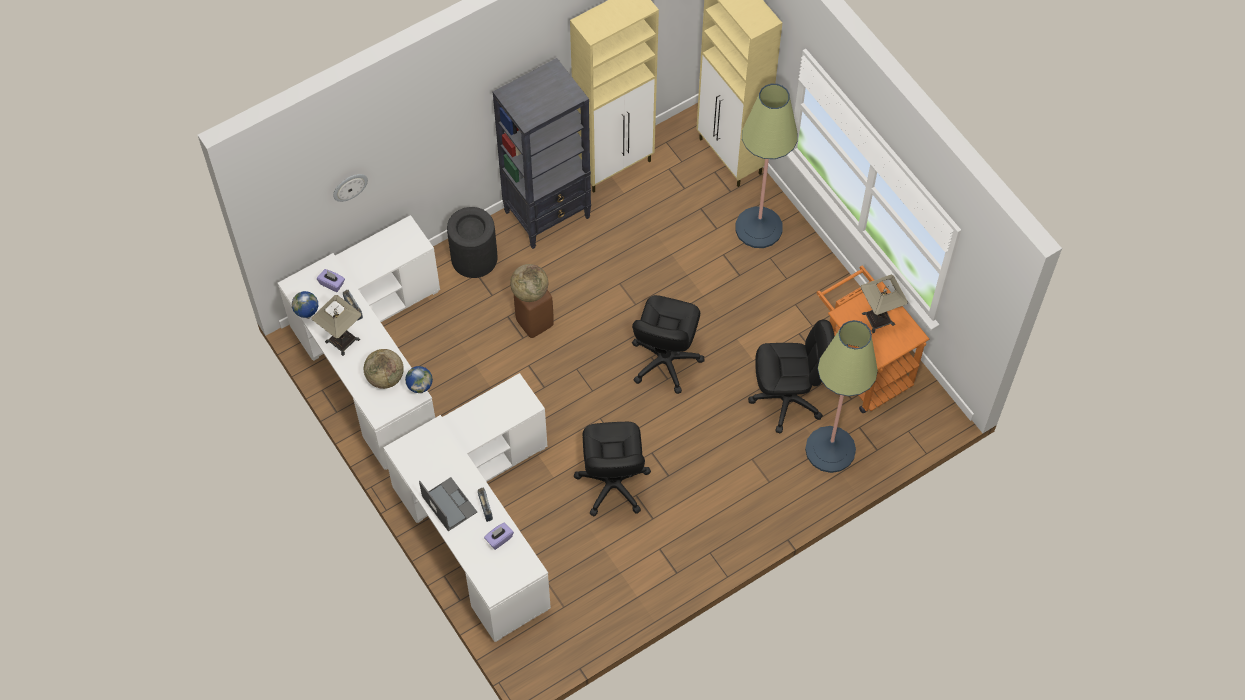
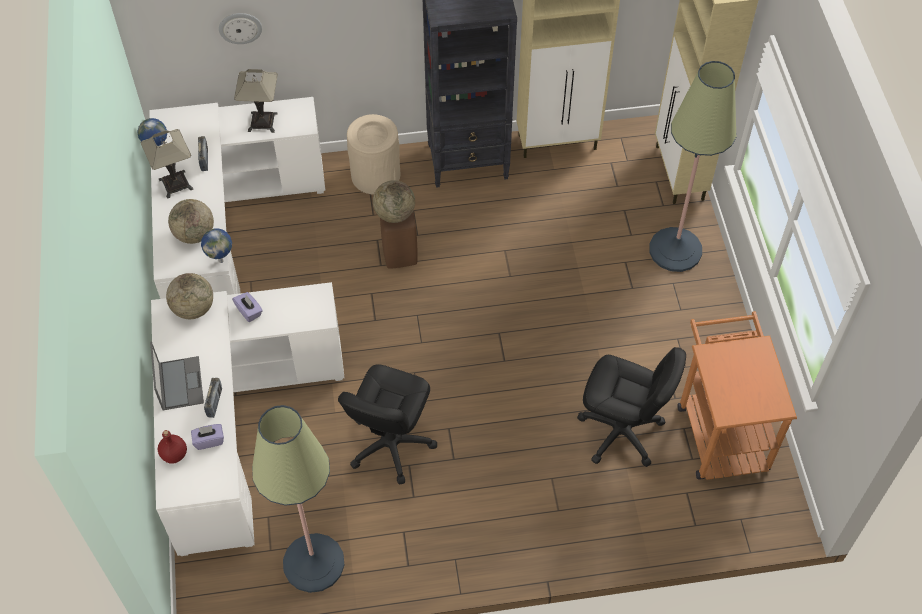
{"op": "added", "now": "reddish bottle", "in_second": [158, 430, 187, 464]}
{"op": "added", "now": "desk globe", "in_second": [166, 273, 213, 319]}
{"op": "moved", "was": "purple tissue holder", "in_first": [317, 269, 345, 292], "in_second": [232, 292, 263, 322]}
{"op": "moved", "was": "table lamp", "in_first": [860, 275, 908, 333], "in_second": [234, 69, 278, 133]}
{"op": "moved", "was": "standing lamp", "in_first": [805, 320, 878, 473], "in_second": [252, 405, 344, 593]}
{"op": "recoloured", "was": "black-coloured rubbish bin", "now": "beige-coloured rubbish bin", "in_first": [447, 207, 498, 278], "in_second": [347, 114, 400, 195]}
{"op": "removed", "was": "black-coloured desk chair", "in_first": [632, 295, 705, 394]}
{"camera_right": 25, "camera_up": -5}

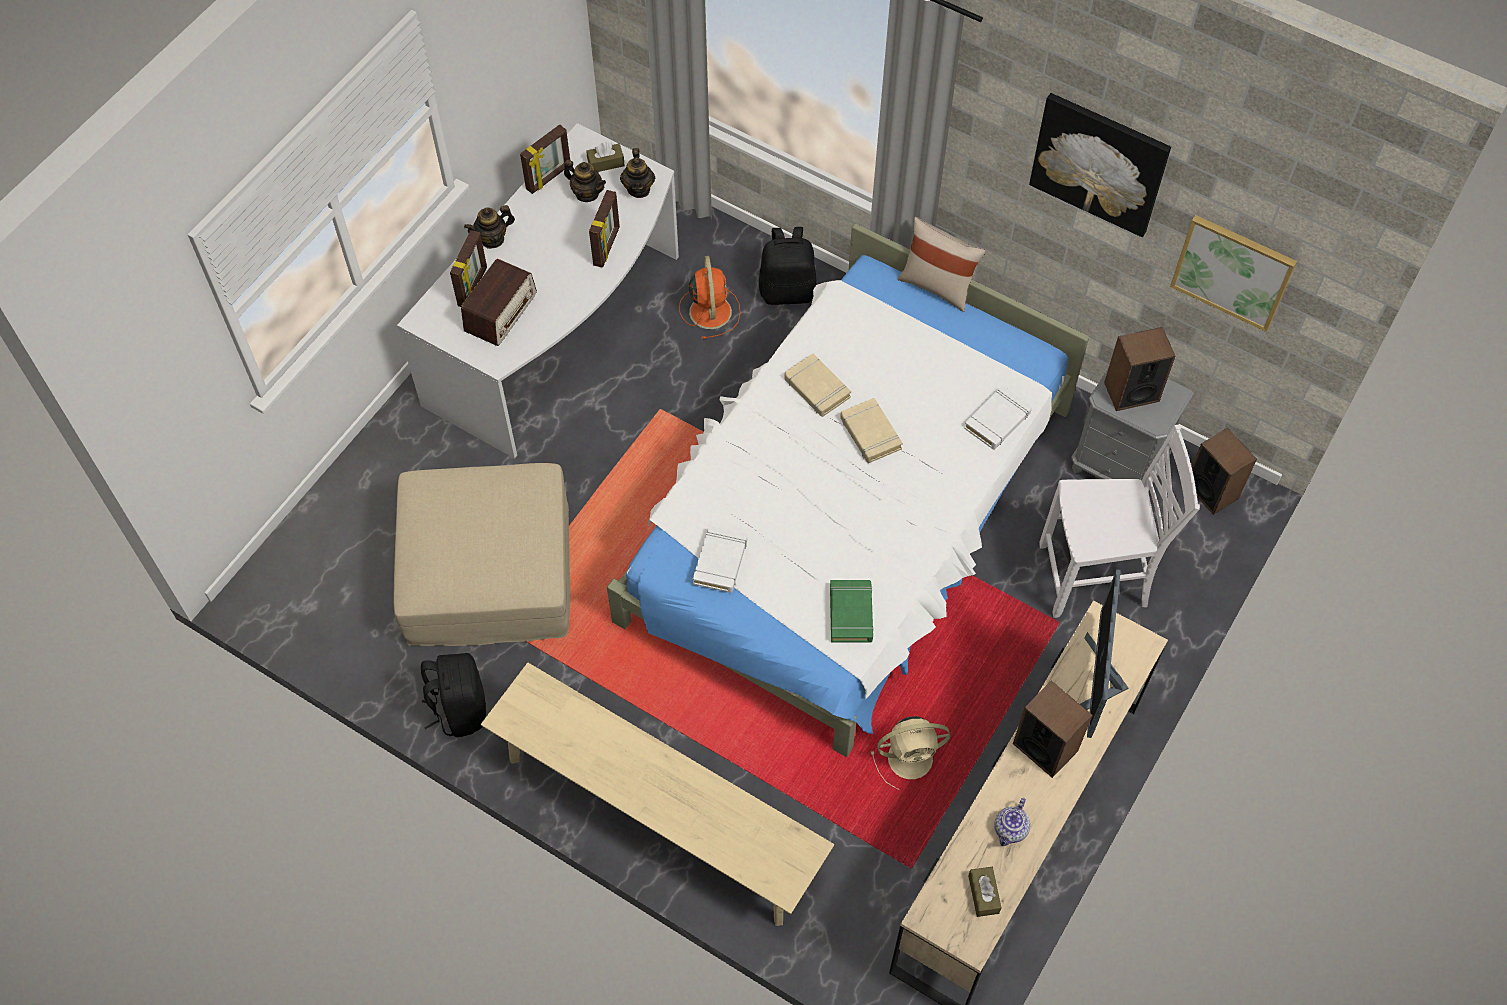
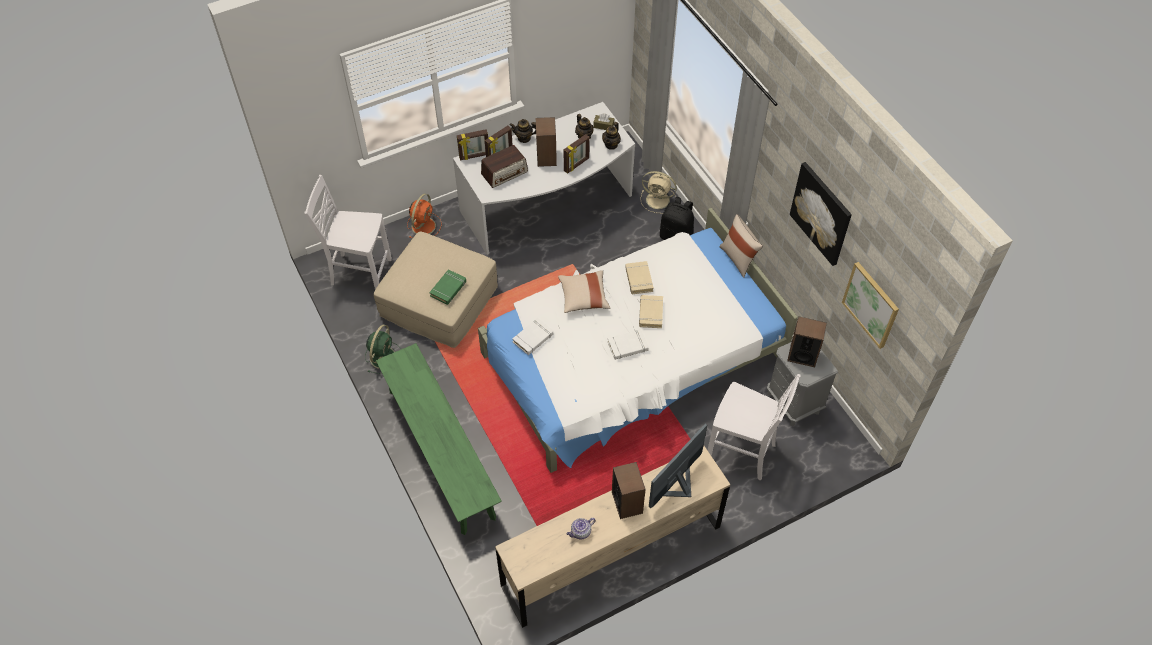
{"op": "added", "now": "whitish upright chair", "in_second": [304, 175, 392, 290]}
{"op": "replaced", "was": "black-coloured backpack", "now": "green electric fan", "in_first": [421, 653, 486, 737], "in_second": [365, 325, 401, 374]}
{"op": "recoloured", "was": "beige-coloured indoor bench", "now": "green indoor bench", "in_first": [481, 663, 834, 926], "in_second": [376, 343, 502, 535]}
{"op": "moved", "was": "orangey electric fan", "in_first": [679, 256, 741, 339], "in_second": [407, 194, 442, 238]}
{"op": "moved", "was": "green book", "in_first": [830, 580, 874, 643], "in_second": [429, 269, 466, 305]}
{"op": "moved", "was": "standing frame", "in_first": [520, 124, 570, 194], "in_second": [457, 129, 488, 160]}
{"op": "moved", "was": "loudspeaker", "in_first": [1192, 428, 1257, 515], "in_second": [536, 117, 557, 167]}
{"op": "added", "now": "beige-coloured throw pillow", "in_second": [558, 270, 610, 313]}
{"op": "moved", "was": "whitish book", "in_first": [964, 385, 1032, 450], "in_second": [607, 329, 649, 360]}
{"op": "moved", "was": "beige-coloured electric fan", "in_first": [871, 716, 950, 789], "in_second": [640, 171, 677, 214]}
{"op": "removed", "was": "brown-coloured tissue holder", "in_first": [968, 867, 1001, 917]}
{"camera_right": 30, "camera_up": -5}

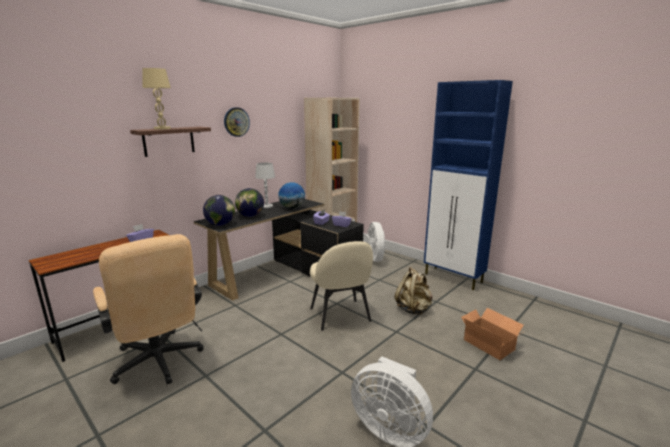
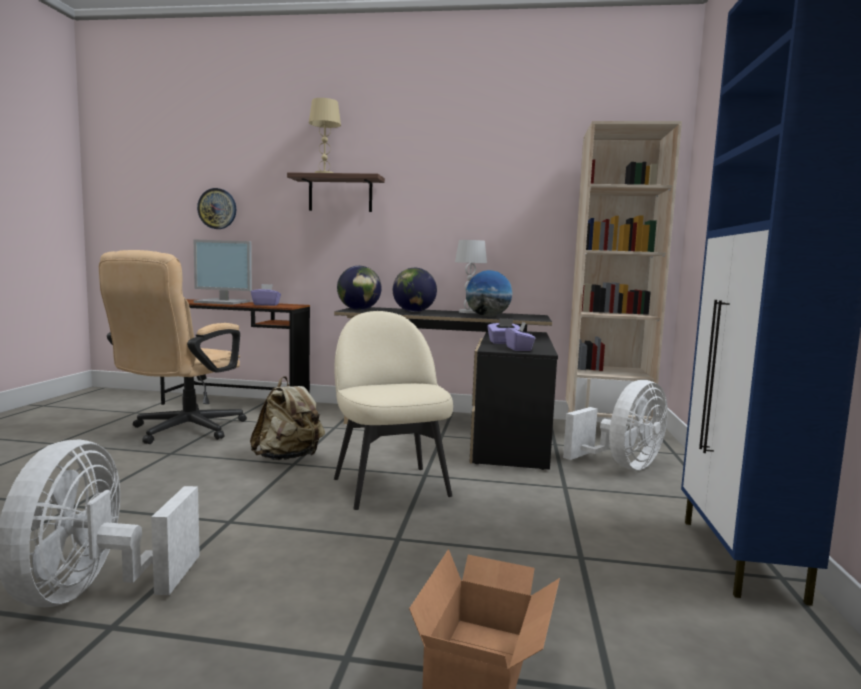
{"op": "added", "now": "monitor", "in_second": [193, 239, 252, 305]}
{"op": "moved", "was": "clock on the wall", "in_first": [224, 107, 250, 137], "in_second": [197, 188, 236, 229]}
{"op": "moved", "was": "beige-coloured backpack", "in_first": [395, 267, 433, 315], "in_second": [250, 376, 325, 460]}
{"op": "turned", "was": "beige-coloured upright chair", "in_first": [310, 241, 373, 331], "in_second": [334, 311, 453, 510], "clockwise": 120}
{"camera_right": 55, "camera_up": -10}

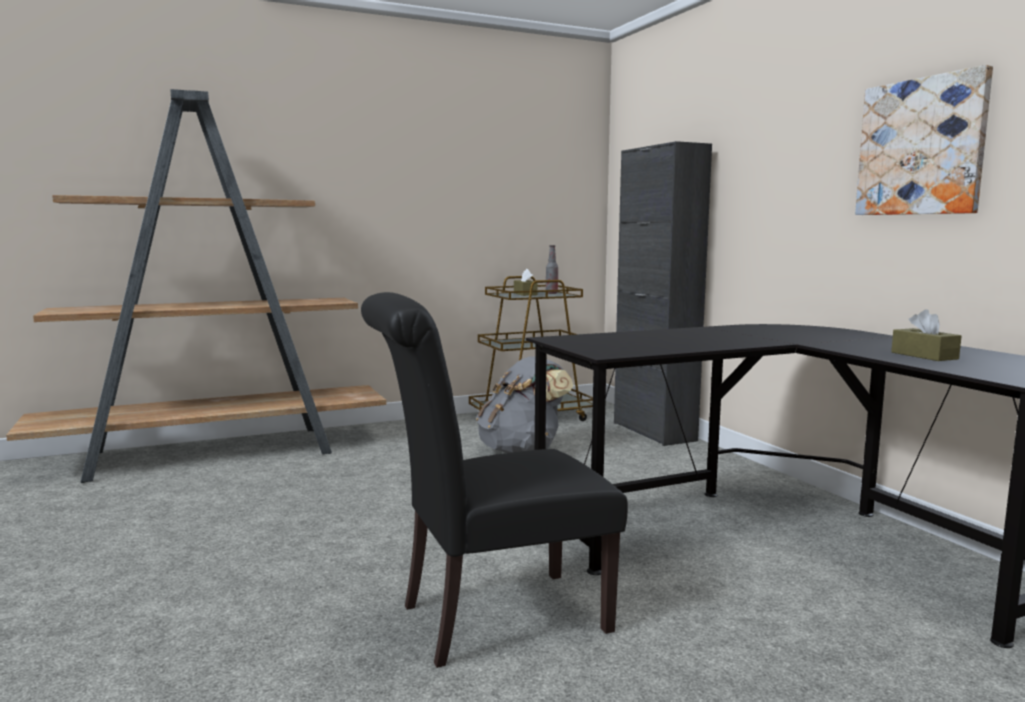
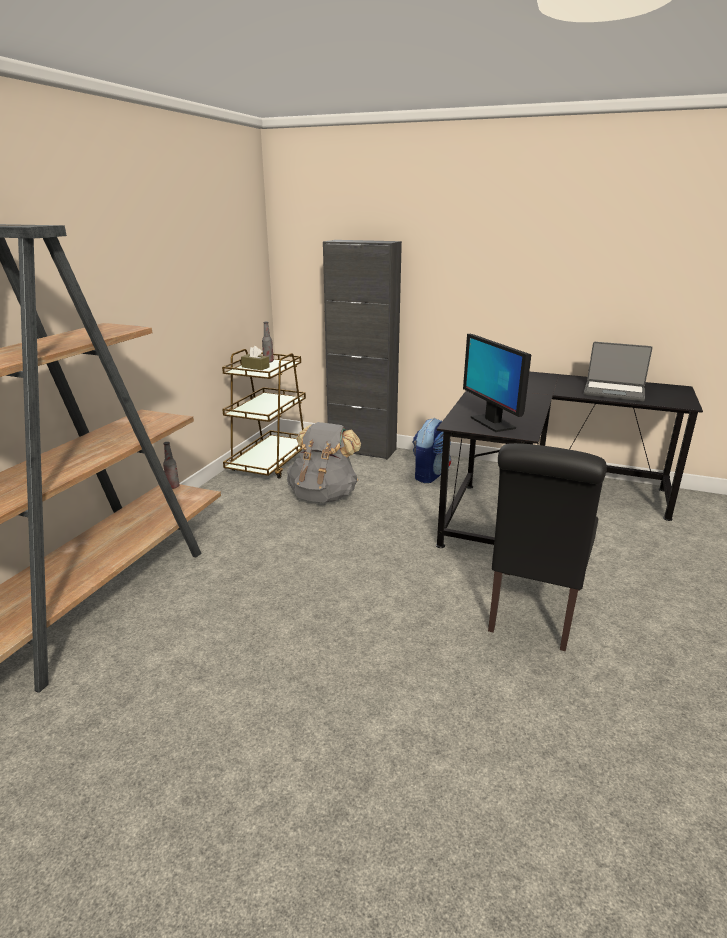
{"op": "added", "now": "bottle", "in_second": [163, 442, 179, 489]}
{"op": "added", "now": "backpack", "in_second": [413, 418, 451, 483]}
{"op": "added", "now": "monitor", "in_second": [463, 334, 531, 432]}
{"op": "replaced", "was": "brown-coloured tissue holder", "now": "portable computer", "in_first": [891, 309, 962, 361], "in_second": [584, 342, 653, 401]}
{"op": "removed", "was": "picture", "in_first": [855, 65, 993, 215]}
{"camera_right": -45, "camera_up": 15}

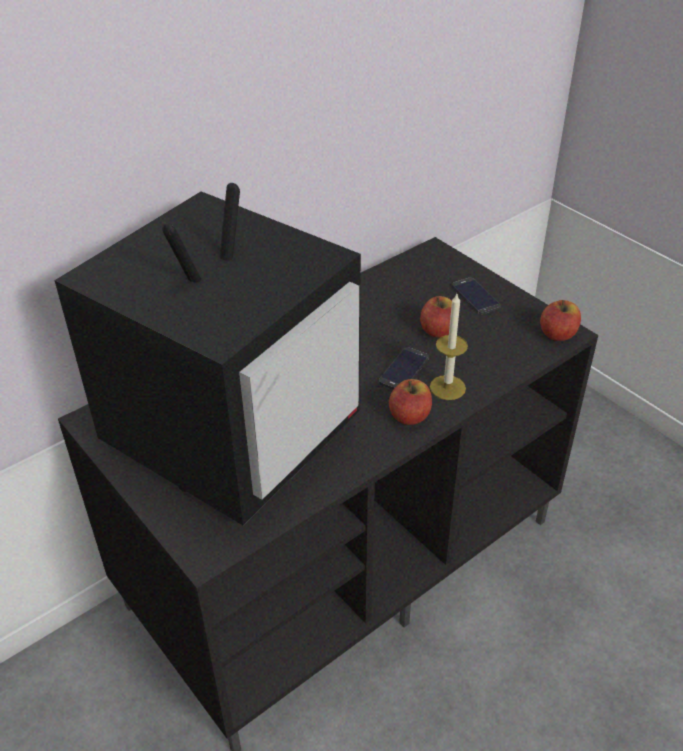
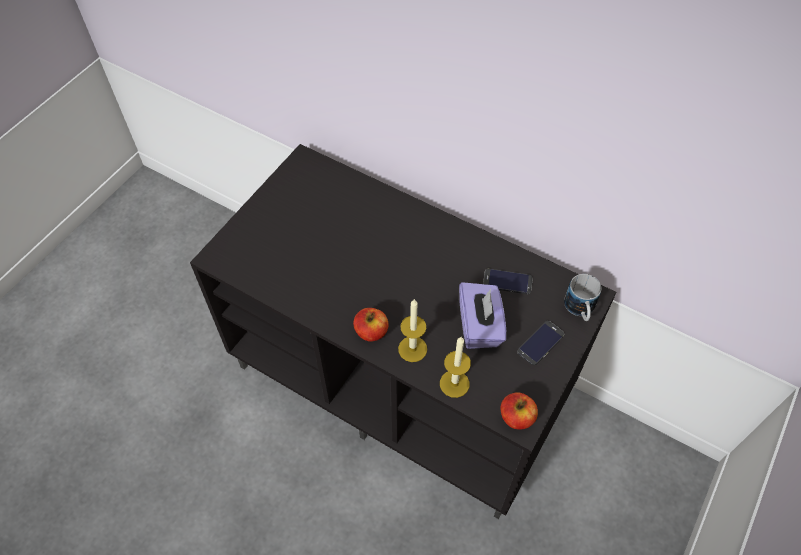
{"op": "added", "now": "candle", "in_second": [440, 337, 471, 398]}
{"op": "replaced", "was": "apple fruit", "now": "purple tissue holder", "in_first": [420, 296, 452, 338], "in_second": [459, 282, 506, 349]}
{"op": "moved", "was": "phone", "in_first": [379, 347, 429, 389], "in_second": [483, 269, 533, 294]}
{"op": "added", "now": "coffee mug", "in_second": [564, 274, 601, 321]}
{"op": "removed", "was": "TV set", "in_first": [54, 183, 361, 525]}
{"camera_right": 70, "camera_up": 15}

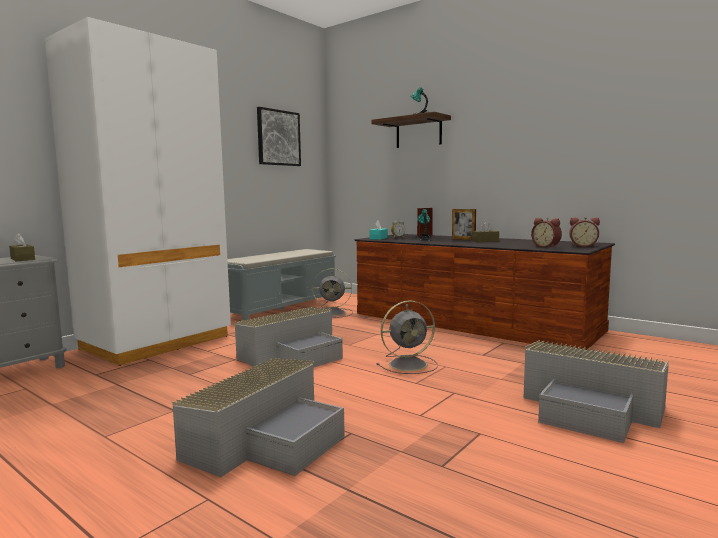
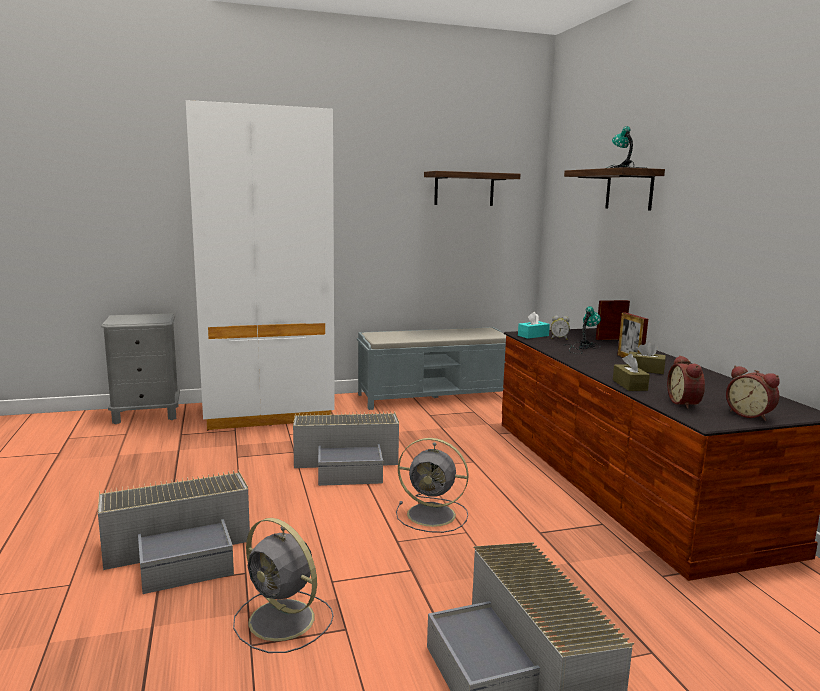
{"op": "moved", "was": "gray electric fan", "in_first": [312, 269, 353, 318], "in_second": [233, 518, 333, 653]}
{"op": "replaced", "was": "picture", "now": "shelf", "in_first": [257, 107, 301, 166], "in_second": [424, 171, 520, 206]}
{"op": "moved", "was": "brown-coloured tissue holder", "in_first": [9, 233, 35, 261], "in_second": [613, 354, 650, 391]}
{"camera_right": 35, "camera_up": 5}

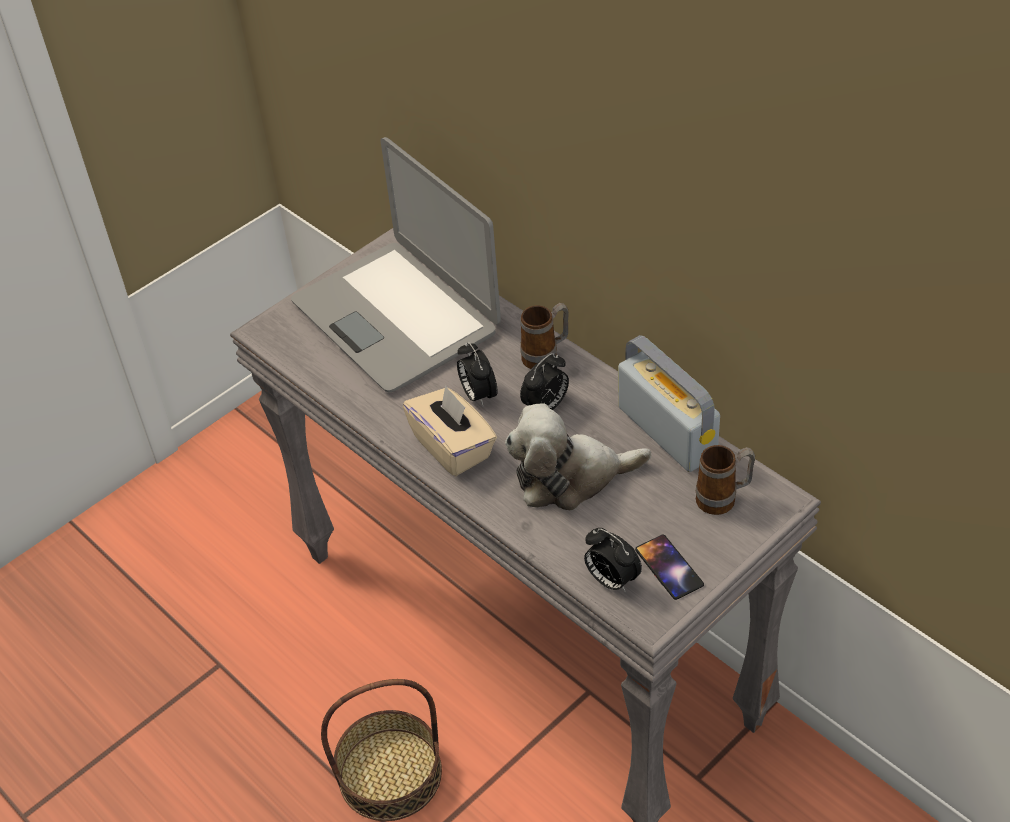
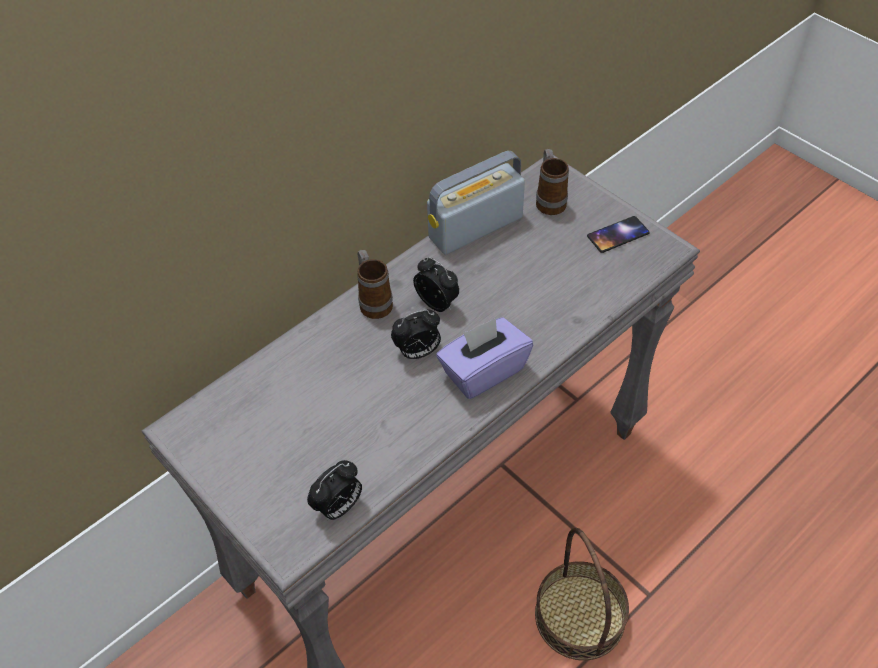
{"op": "moved", "was": "alarm clock", "in_first": [584, 528, 642, 593], "in_second": [307, 460, 362, 521]}
{"op": "recoloured", "was": "beige-coloured tissue holder", "now": "purple tissue holder", "in_first": [403, 385, 497, 477], "in_second": [436, 317, 533, 399]}
{"op": "removed", "was": "portable computer", "in_first": [291, 137, 501, 392]}
{"op": "removed", "was": "cuddly toy", "in_first": [505, 403, 651, 511]}
{"camera_right": -90, "camera_up": 5}

